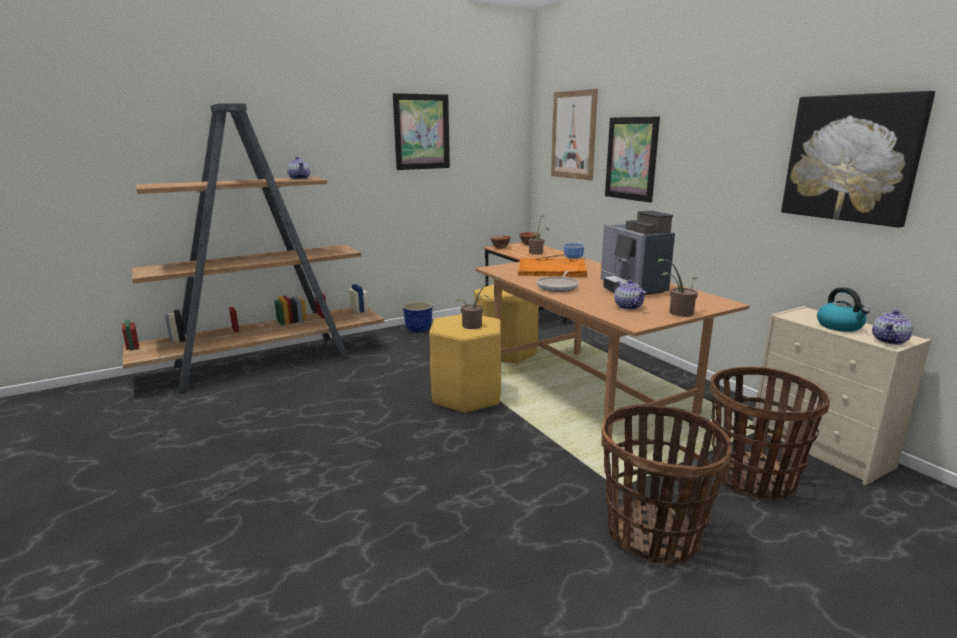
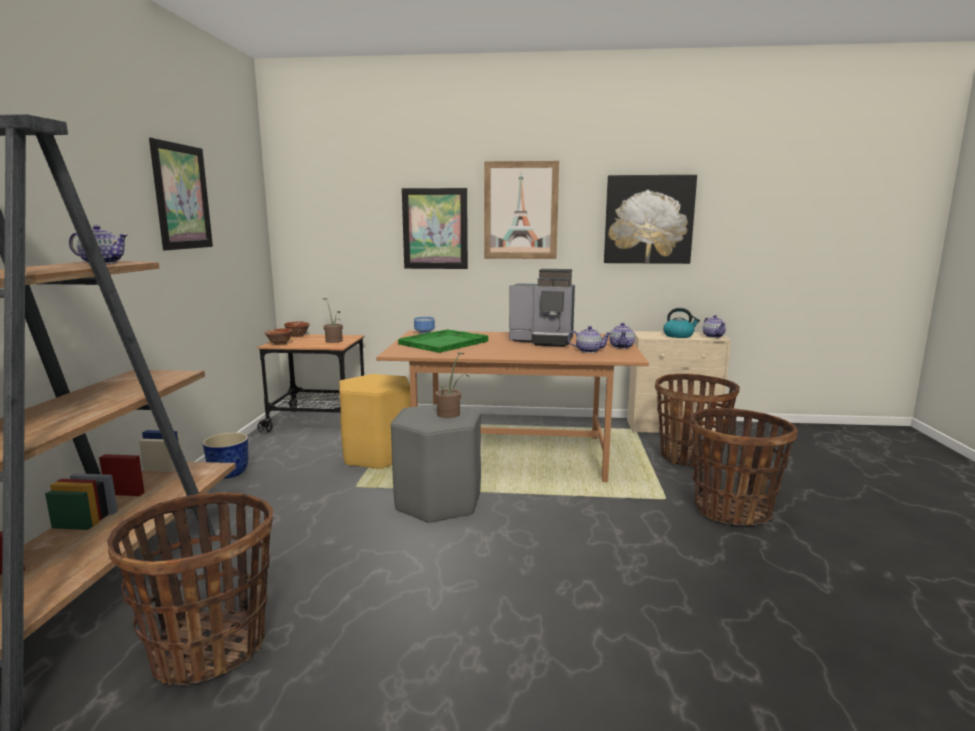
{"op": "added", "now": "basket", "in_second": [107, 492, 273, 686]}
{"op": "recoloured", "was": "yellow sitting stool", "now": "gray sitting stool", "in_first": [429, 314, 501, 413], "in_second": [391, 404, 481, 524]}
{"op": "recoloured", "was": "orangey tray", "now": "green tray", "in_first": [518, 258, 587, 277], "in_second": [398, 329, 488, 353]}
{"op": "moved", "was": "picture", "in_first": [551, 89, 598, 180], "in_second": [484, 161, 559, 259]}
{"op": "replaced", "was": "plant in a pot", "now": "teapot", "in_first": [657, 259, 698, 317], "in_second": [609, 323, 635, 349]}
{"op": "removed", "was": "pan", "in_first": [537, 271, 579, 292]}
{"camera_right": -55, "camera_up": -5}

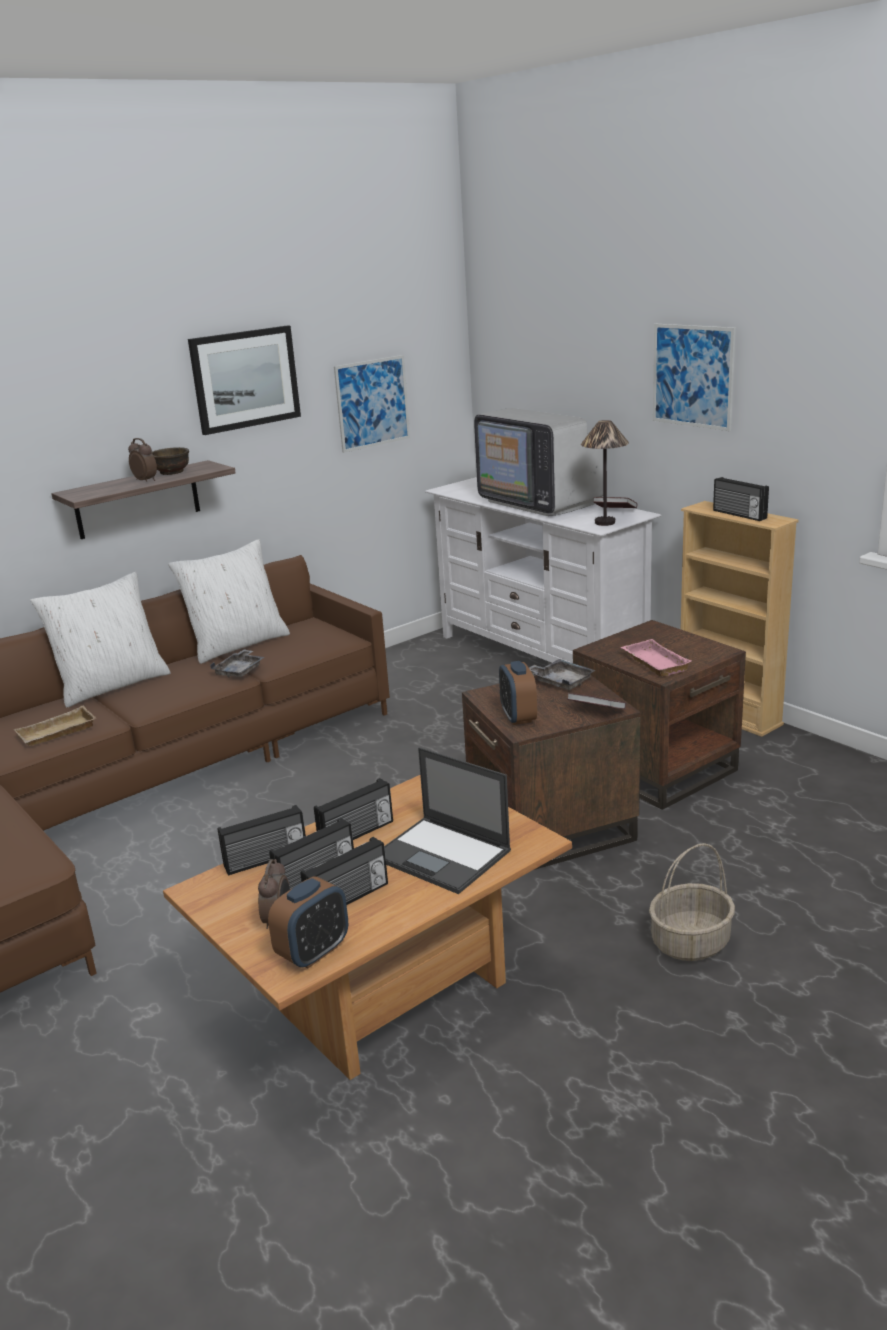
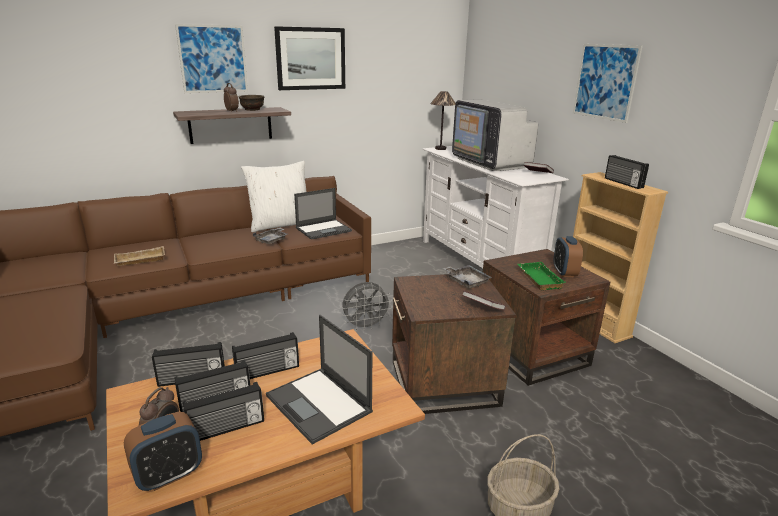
{"op": "moved", "was": "picture", "in_first": [334, 355, 410, 453], "in_second": [175, 24, 248, 93]}
{"op": "added", "now": "portable computer", "in_second": [294, 188, 352, 240]}
{"op": "added", "now": "gray electric fan", "in_second": [342, 282, 392, 331]}
{"op": "moved", "was": "table lamp", "in_first": [581, 420, 629, 526], "in_second": [430, 91, 455, 150]}
{"op": "recoloured", "was": "pinkish tray", "now": "green tray", "in_first": [621, 639, 692, 677], "in_second": [517, 262, 565, 290]}
{"op": "moved", "was": "alarm clock", "in_first": [499, 661, 537, 725], "in_second": [554, 236, 583, 277]}
{"op": "removed", "was": "whitish throw pillow", "in_first": [30, 572, 171, 708]}
{"camera_right": 10, "camera_up": 0}

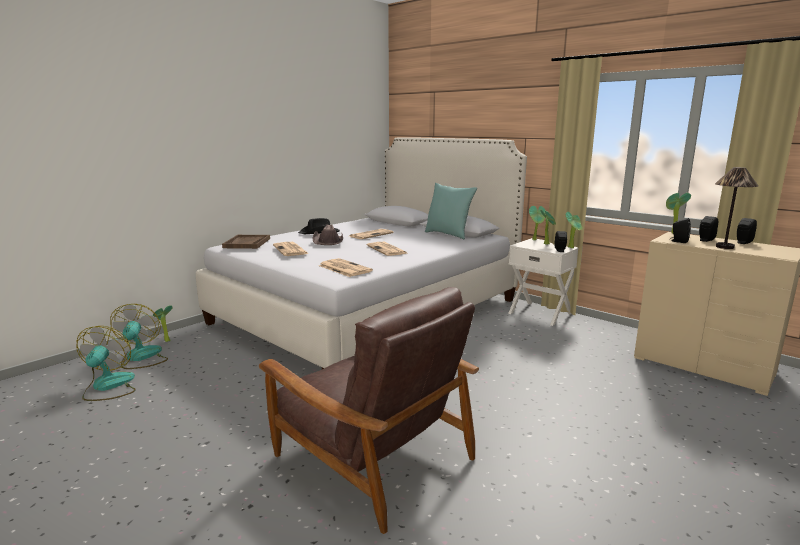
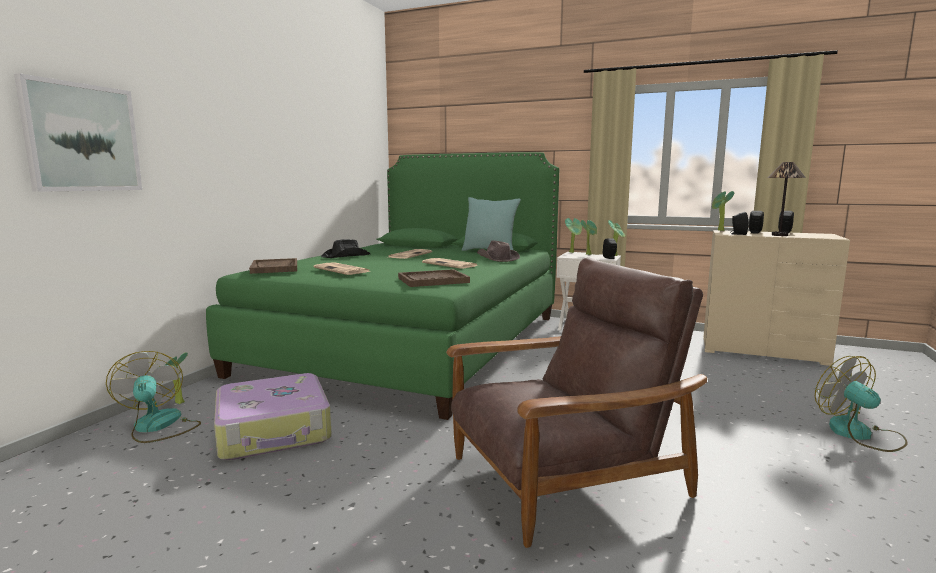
{"op": "added", "now": "picture", "in_second": [14, 73, 142, 192]}
{"op": "recoloured", "was": "whitish bed", "now": "green bed", "in_first": [196, 137, 527, 369], "in_second": [206, 152, 559, 420]}
{"op": "added", "now": "suitcase", "in_second": [214, 373, 332, 460]}
{"op": "replaced", "was": "daily paper", "now": "brown-coloured tray", "in_first": [319, 258, 373, 277], "in_second": [398, 269, 470, 287]}
{"op": "turned", "was": "brown-coloured easy chair", "in_first": [259, 287, 479, 534], "in_second": [446, 258, 707, 548], "clockwise": -45}
{"op": "moved", "was": "brown-coloured hat", "in_first": [312, 224, 343, 245], "in_second": [477, 240, 520, 262]}
{"op": "moved", "was": "electric fan", "in_first": [76, 326, 136, 401], "in_second": [815, 356, 908, 452]}
{"camera_right": -20, "camera_up": -5}

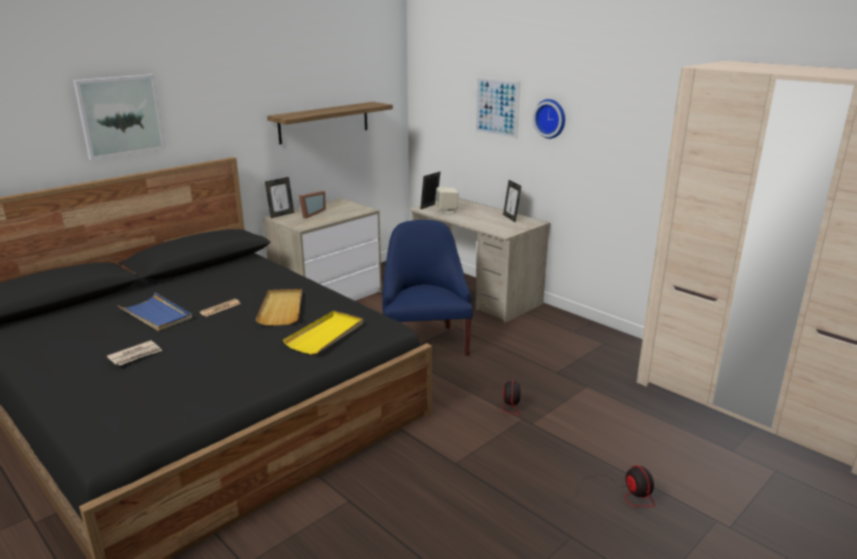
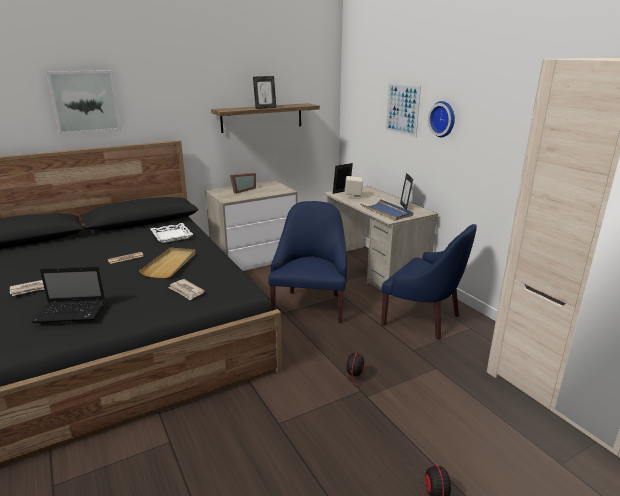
{"op": "added", "now": "portable computer", "in_second": [32, 266, 105, 323]}
{"op": "added", "now": "whitish tray", "in_second": [150, 223, 193, 243]}
{"op": "replaced", "was": "yellow tray", "now": "daily paper", "in_first": [283, 311, 363, 355], "in_second": [168, 279, 205, 301]}
{"op": "moved", "was": "standing frame", "in_first": [265, 177, 294, 218], "in_second": [253, 76, 276, 109]}
{"op": "moved", "was": "blue-coloured tray", "in_first": [117, 292, 192, 331], "in_second": [361, 199, 414, 221]}
{"op": "added", "now": "blue-coloured easy chair", "in_second": [381, 224, 477, 340]}
{"camera_right": 15, "camera_up": 0}

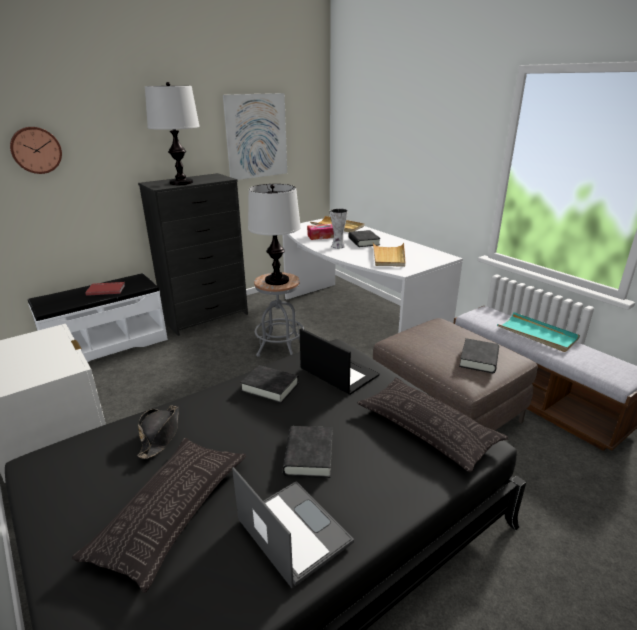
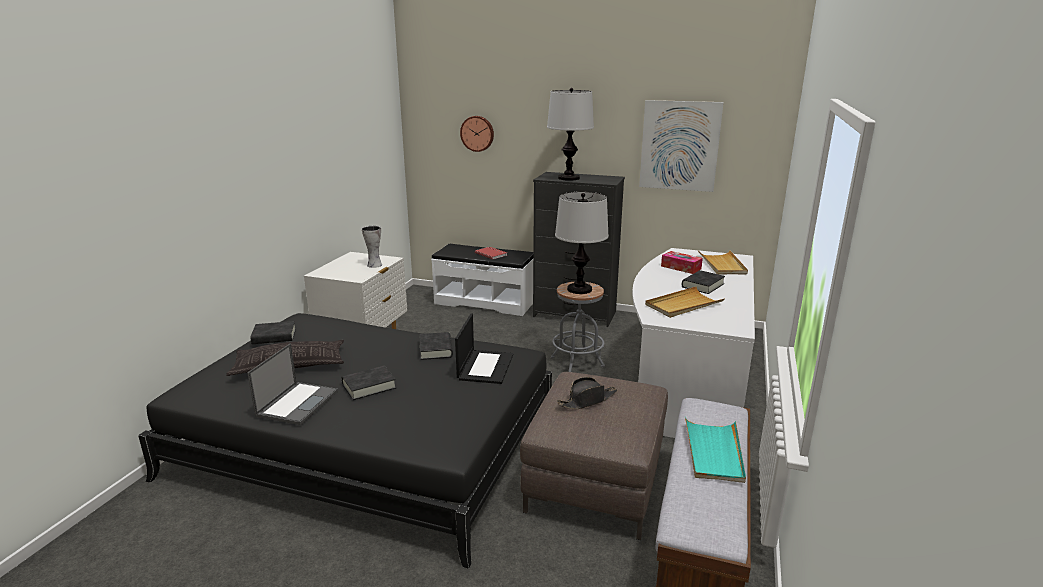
{"op": "moved", "was": "black-coloured book", "in_first": [459, 338, 499, 373], "in_second": [250, 321, 296, 344]}
{"op": "moved", "was": "flower vase", "in_first": [330, 208, 348, 249], "in_second": [362, 226, 382, 268]}
{"op": "moved", "was": "black-coloured hat", "in_first": [137, 405, 179, 459], "in_second": [557, 377, 617, 409]}
{"op": "removed", "was": "throw pillow", "in_first": [357, 377, 509, 472]}
{"camera_right": 55, "camera_up": -5}

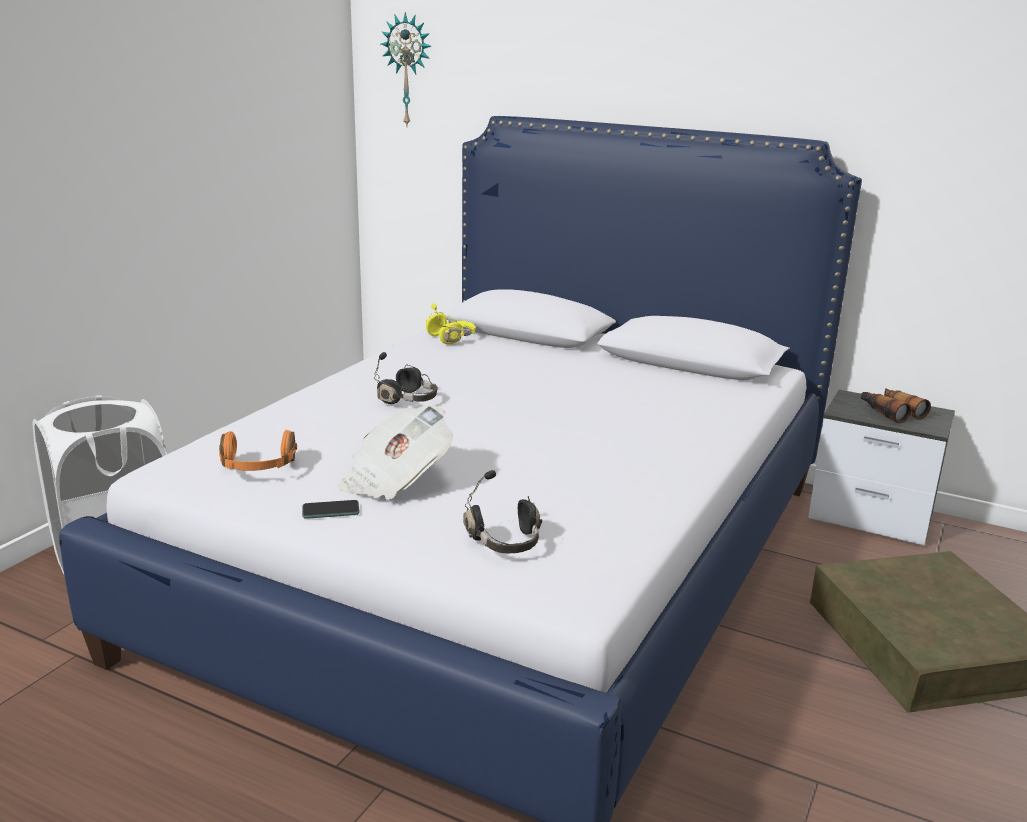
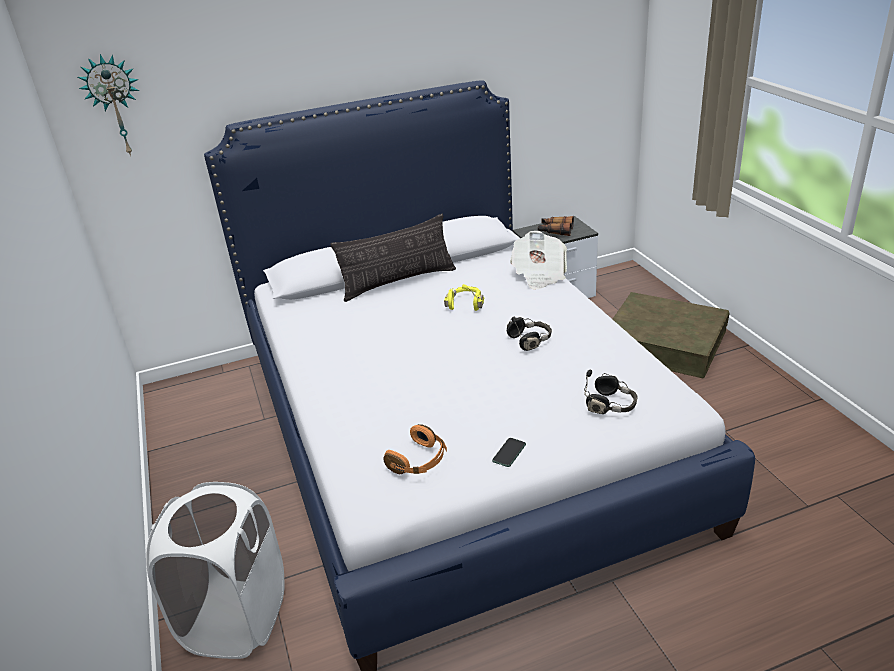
{"op": "added", "now": "throw pillow", "in_second": [330, 214, 456, 302]}
{"op": "moved", "was": "yellow headphones", "in_first": [426, 303, 476, 344], "in_second": [444, 284, 485, 311]}
{"op": "moved", "was": "black-coloured headphones", "in_first": [374, 352, 438, 404], "in_second": [507, 317, 552, 351]}
{"op": "moved", "was": "daily paper", "in_first": [338, 405, 453, 499], "in_second": [510, 231, 567, 290]}
{"camera_right": -45, "camera_up": 10}

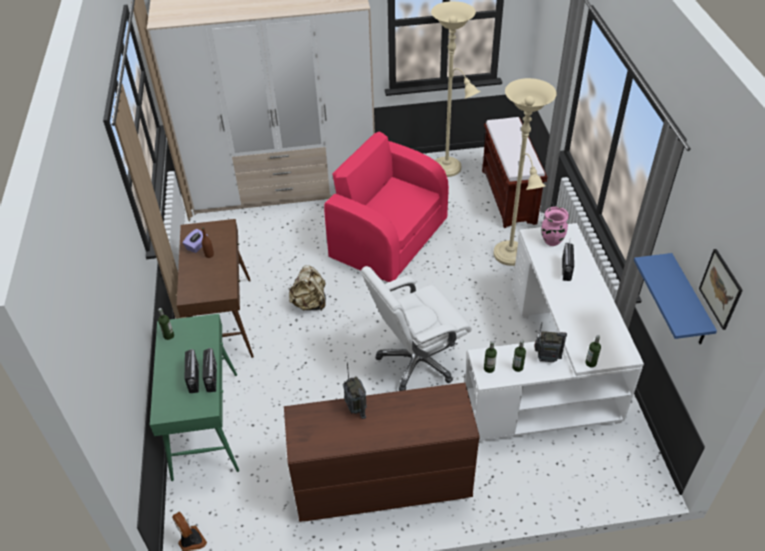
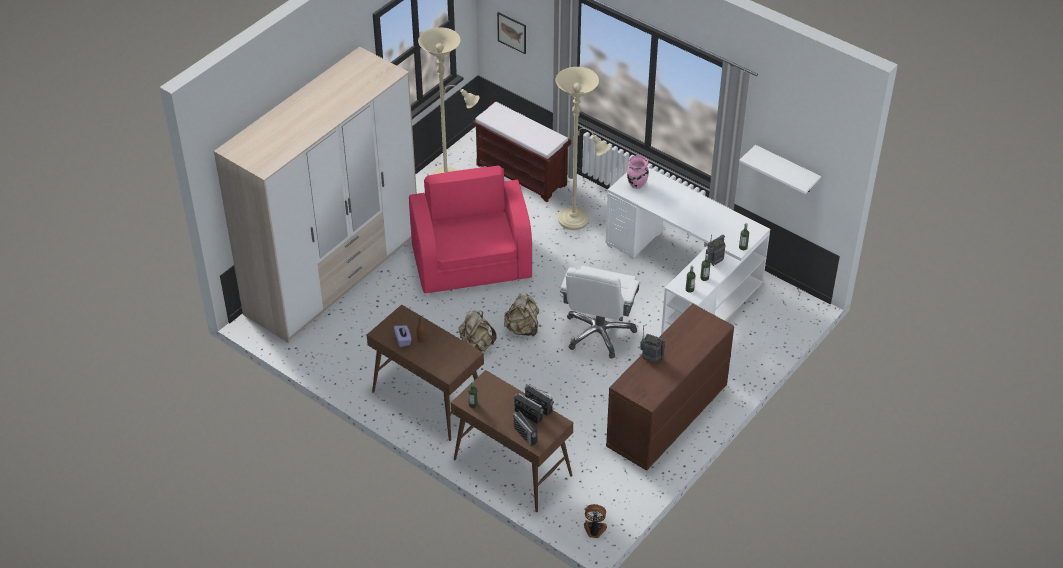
{"op": "turned", "was": "pinkish easy chair", "in_first": [324, 131, 449, 282], "in_second": [409, 166, 532, 294], "clockwise": 90}
{"op": "recoloured", "was": "green console table", "now": "brown-coloured console table", "in_first": [150, 314, 239, 481], "in_second": [451, 370, 573, 512]}
{"op": "moved", "was": "picture", "in_first": [699, 249, 743, 330], "in_second": [497, 12, 526, 54]}
{"op": "added", "now": "beige-coloured backpack", "in_second": [504, 293, 539, 337]}
{"op": "moved", "was": "radio", "in_first": [562, 243, 574, 281], "in_second": [513, 409, 537, 446]}
{"op": "recoloured", "was": "blue-coloured shelf", "now": "whitish shelf", "in_first": [634, 253, 717, 344], "in_second": [739, 145, 821, 194]}
{"camera_right": -45, "camera_up": 0}

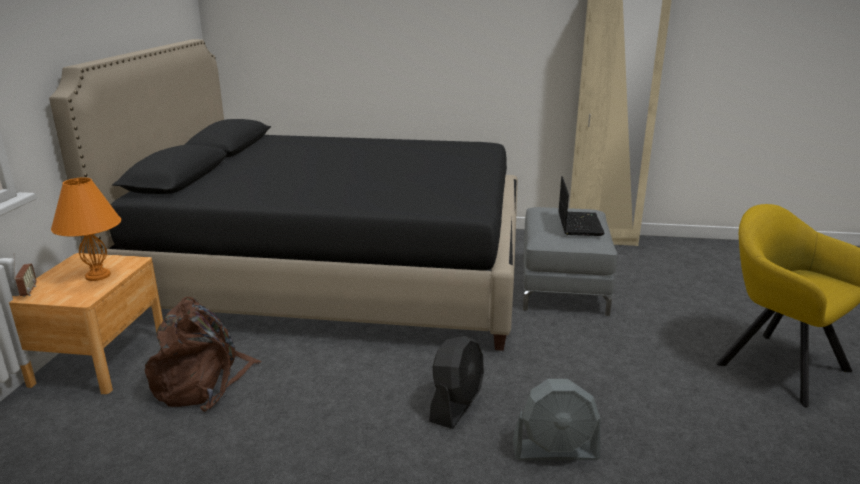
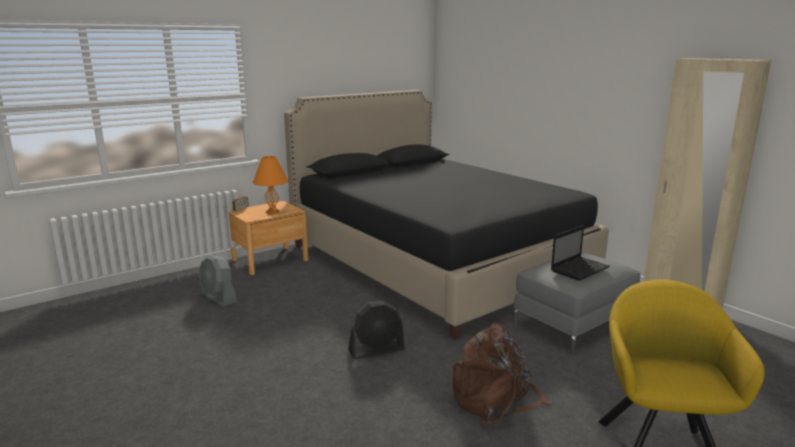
{"op": "moved", "was": "gray electric fan", "in_first": [513, 379, 600, 460], "in_second": [199, 255, 237, 307]}
{"op": "moved", "was": "brown-coloured backpack", "in_first": [145, 297, 262, 412], "in_second": [452, 323, 552, 426]}
{"camera_right": 45, "camera_up": -5}

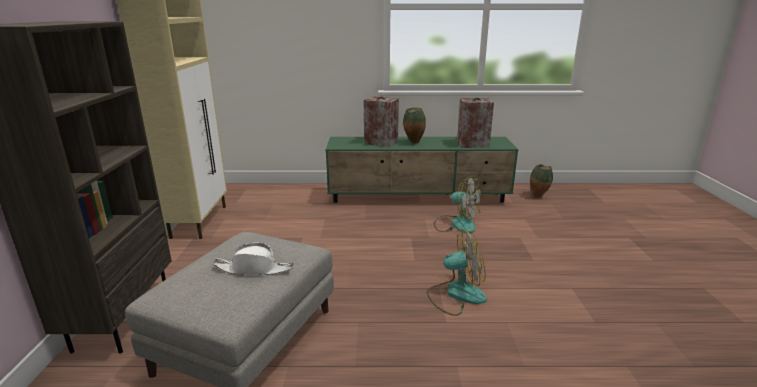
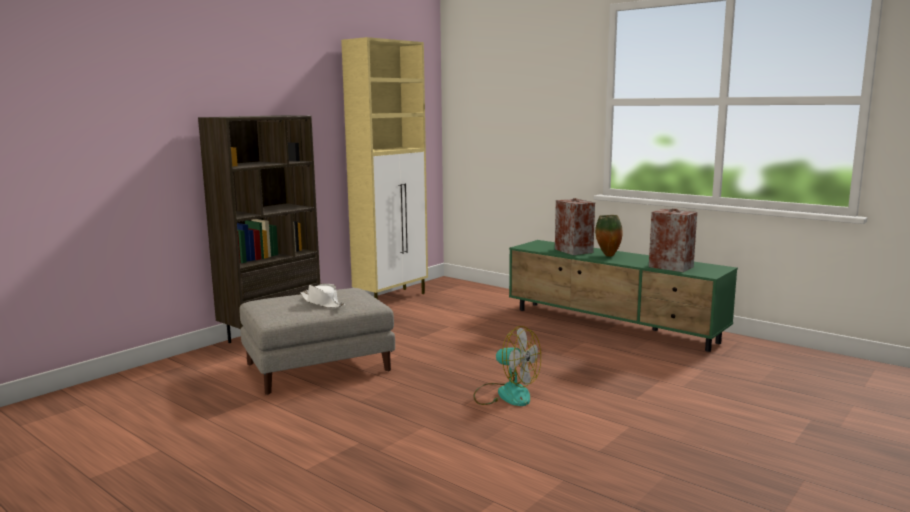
{"op": "removed", "was": "electric fan", "in_first": [434, 177, 483, 233]}
{"op": "removed", "was": "flower vase", "in_first": [530, 164, 553, 197]}
{"camera_right": 40, "camera_up": -10}

